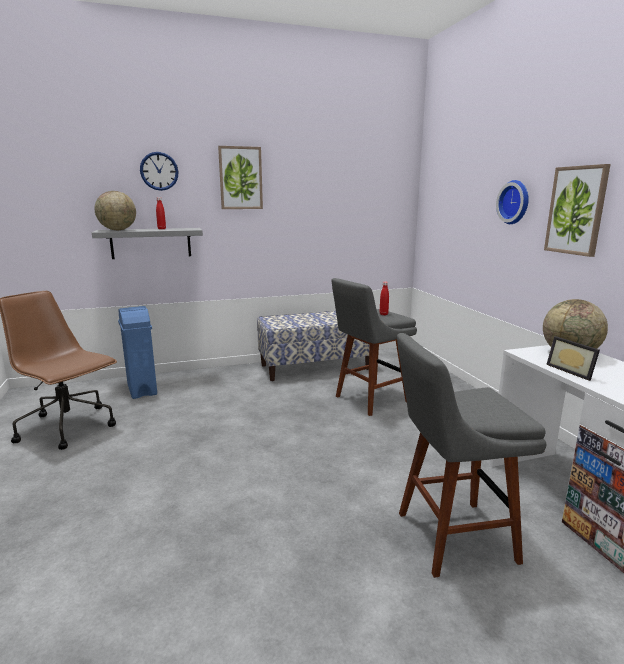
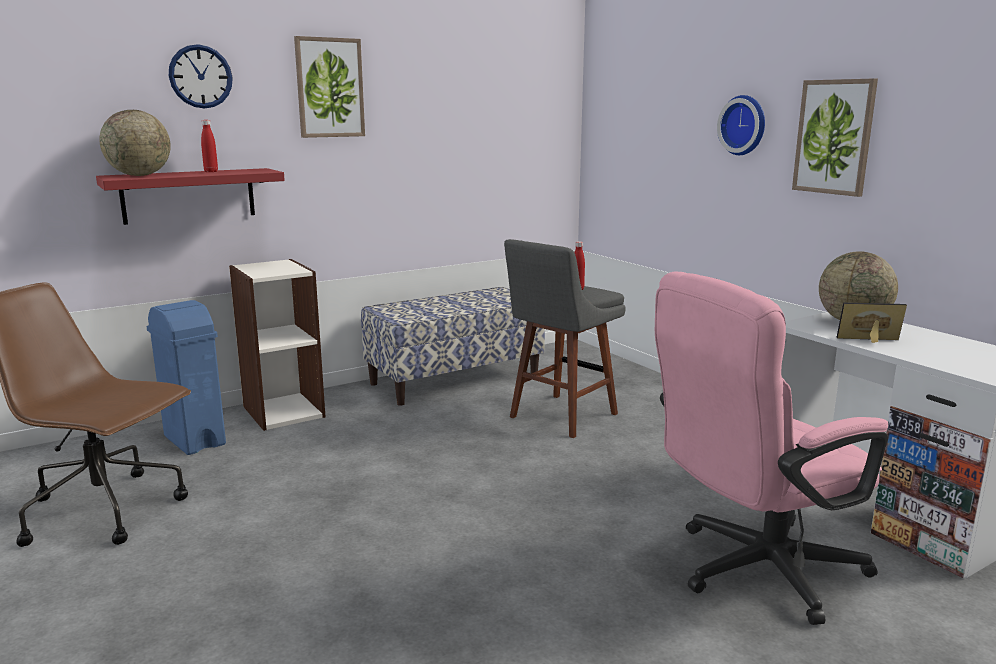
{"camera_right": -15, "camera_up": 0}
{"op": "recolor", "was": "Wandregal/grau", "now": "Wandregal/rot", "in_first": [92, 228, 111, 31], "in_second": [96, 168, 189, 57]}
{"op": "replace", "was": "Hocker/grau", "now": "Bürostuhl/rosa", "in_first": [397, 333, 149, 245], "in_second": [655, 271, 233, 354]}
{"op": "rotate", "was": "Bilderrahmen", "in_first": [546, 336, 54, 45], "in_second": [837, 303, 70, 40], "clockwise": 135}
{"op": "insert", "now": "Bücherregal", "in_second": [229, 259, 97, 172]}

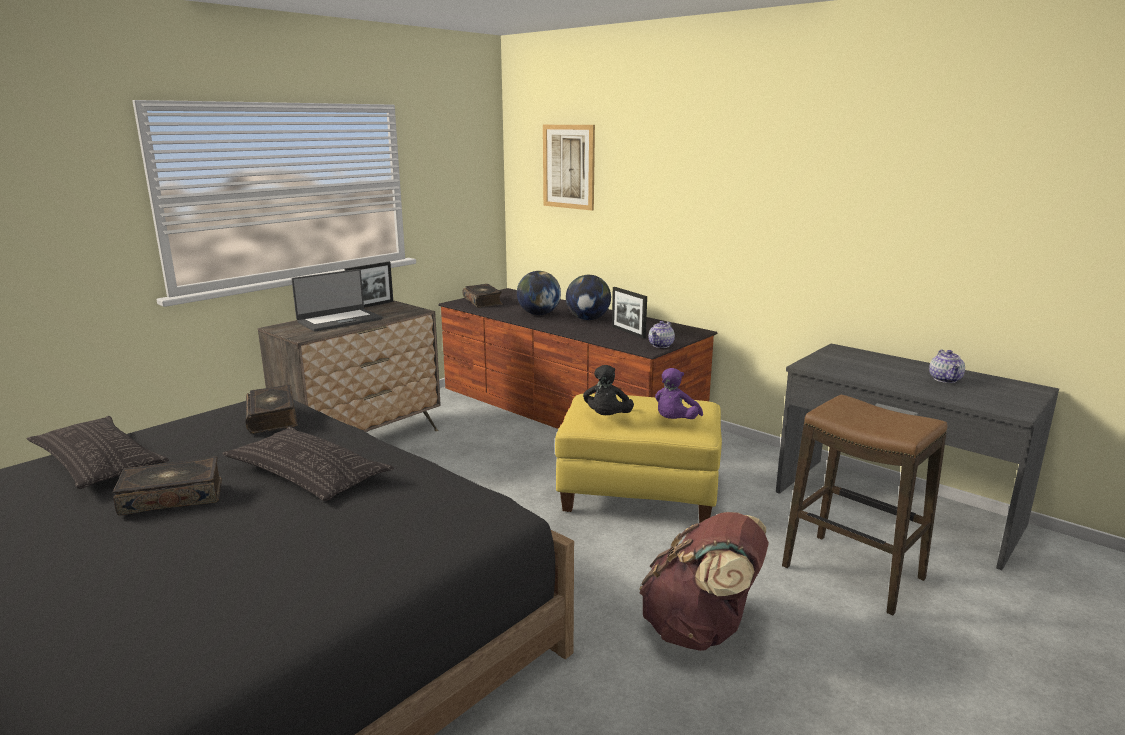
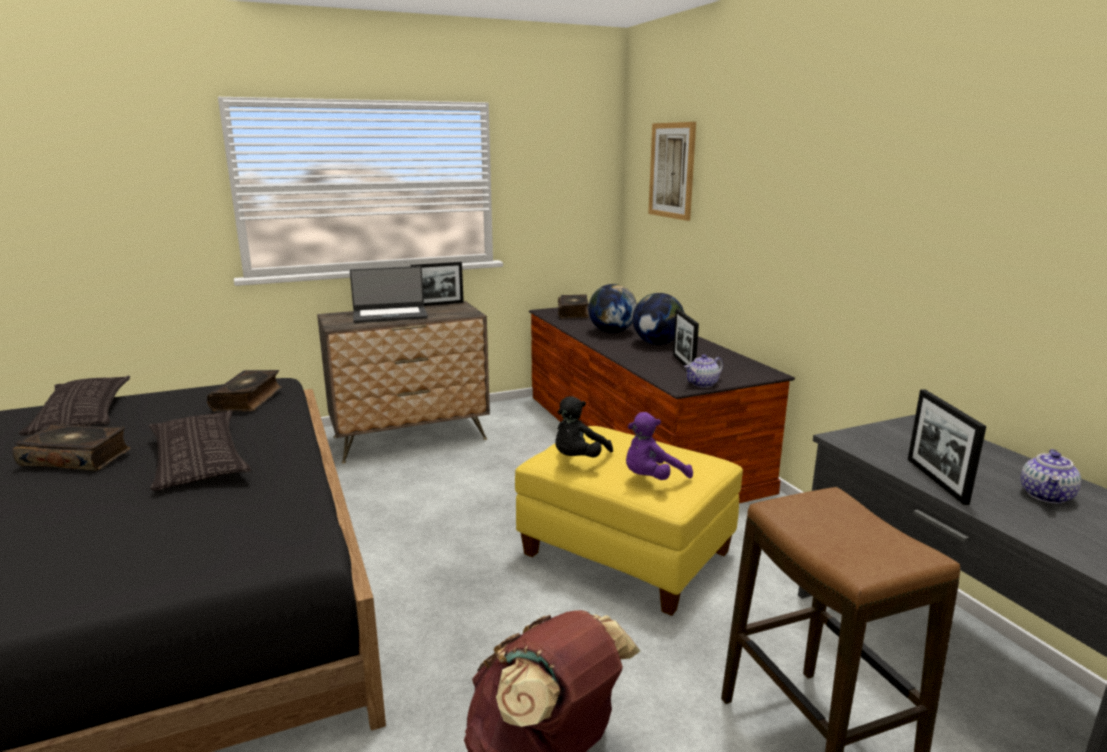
{"camera_right": 25, "camera_up": 0}
{"op": "insert", "now": "Bilderrahmen", "in_second": [908, 389, 78, 116]}

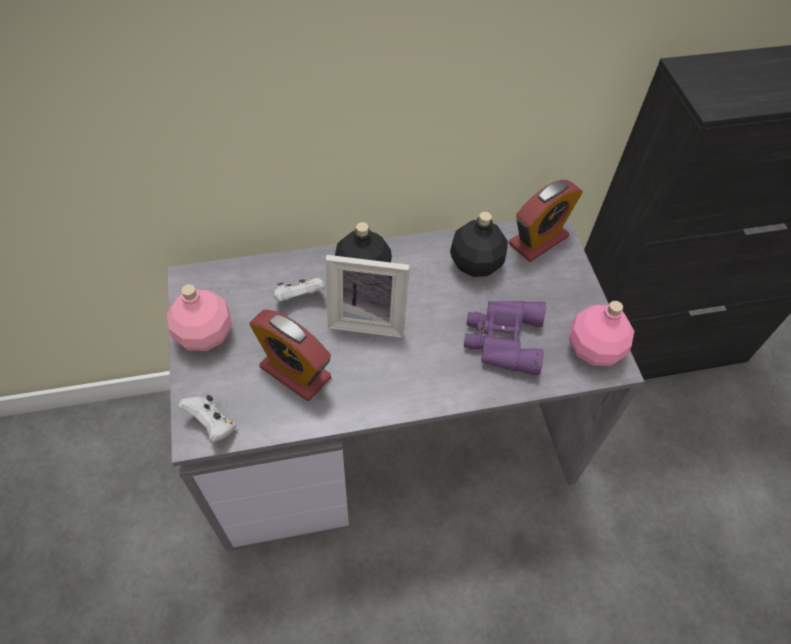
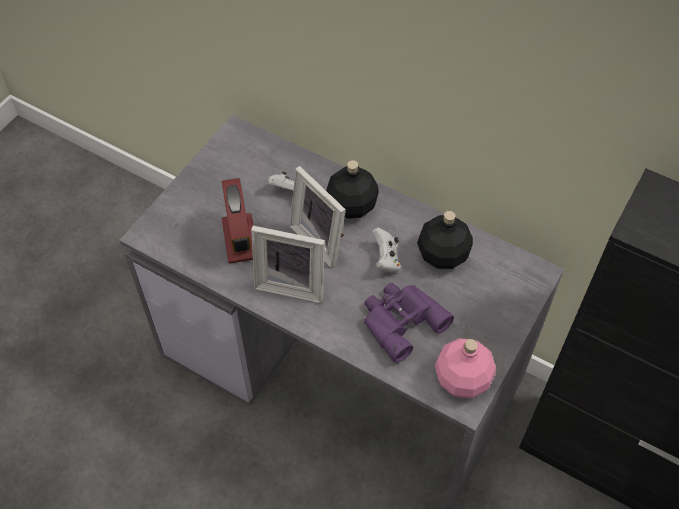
{"camera_right": 45, "camera_up": 0}
{"op": "delete", "was": "Wecker", "in_first": [509, 180, 74, 82]}
{"op": "delete", "was": "Flasche/rosa", "in_first": [167, 284, 65, 67]}
{"op": "move", "was": "Gamepad/weiß", "in_first": [178, 395, 58, 47], "in_second": [372, 228, 29, 45]}
{"op": "insert", "now": "Bilderrahmen", "in_second": [251, 226, 74, 77]}

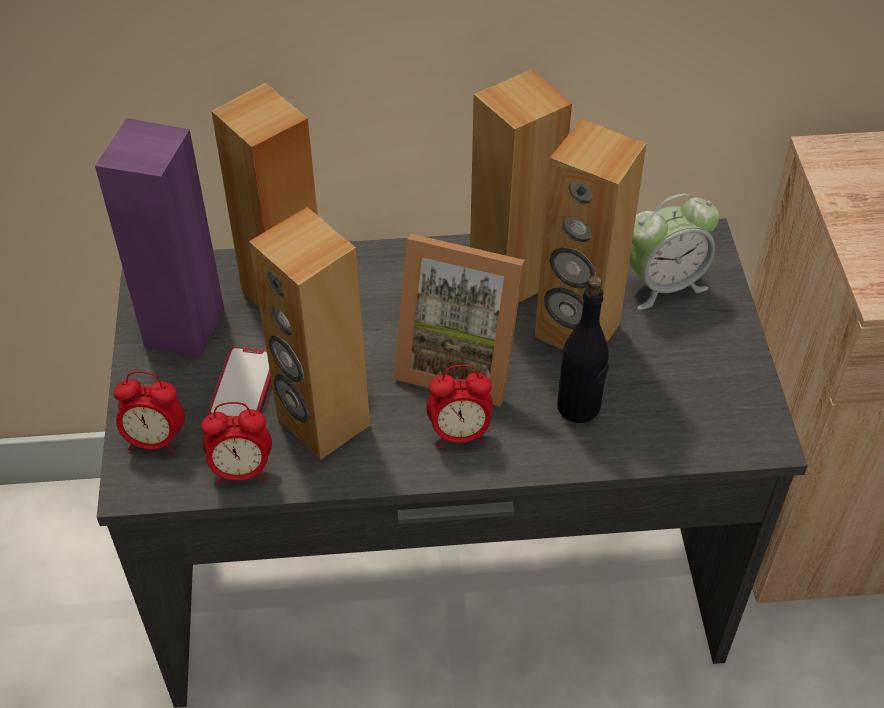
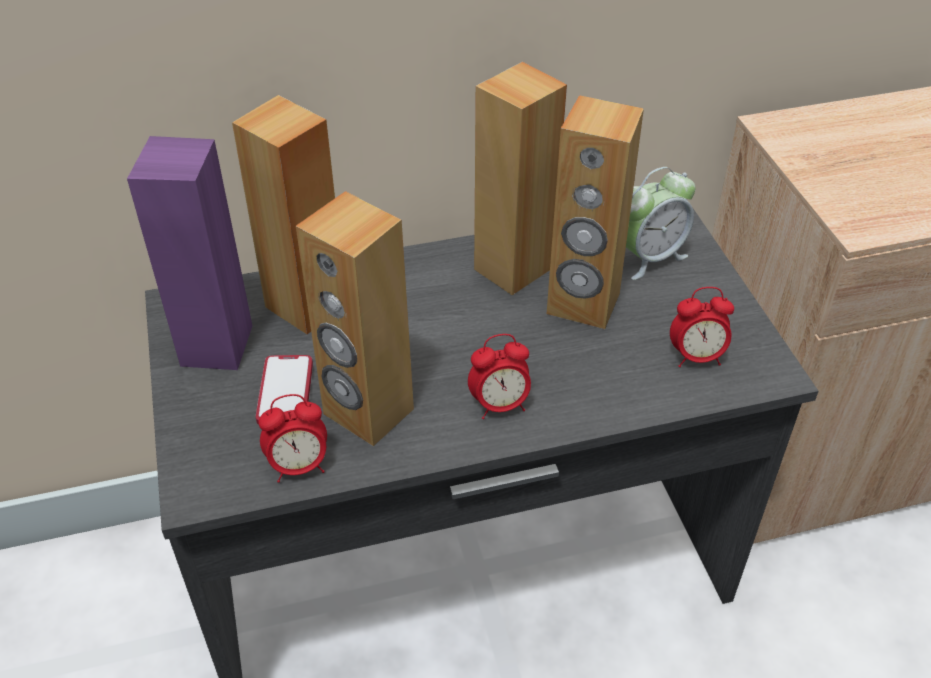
{"camera_right": -10, "camera_up": -5}
{"op": "delete", "was": "Bilderrahmen", "in_first": [394, 234, 131, 172]}
{"op": "delete", "was": "Flasche/schwarz", "in_first": [557, 276, 52, 147]}
{"op": "move", "was": "Wecker", "in_first": [114, 371, 71, 83], "in_second": [670, 287, 64, 80]}

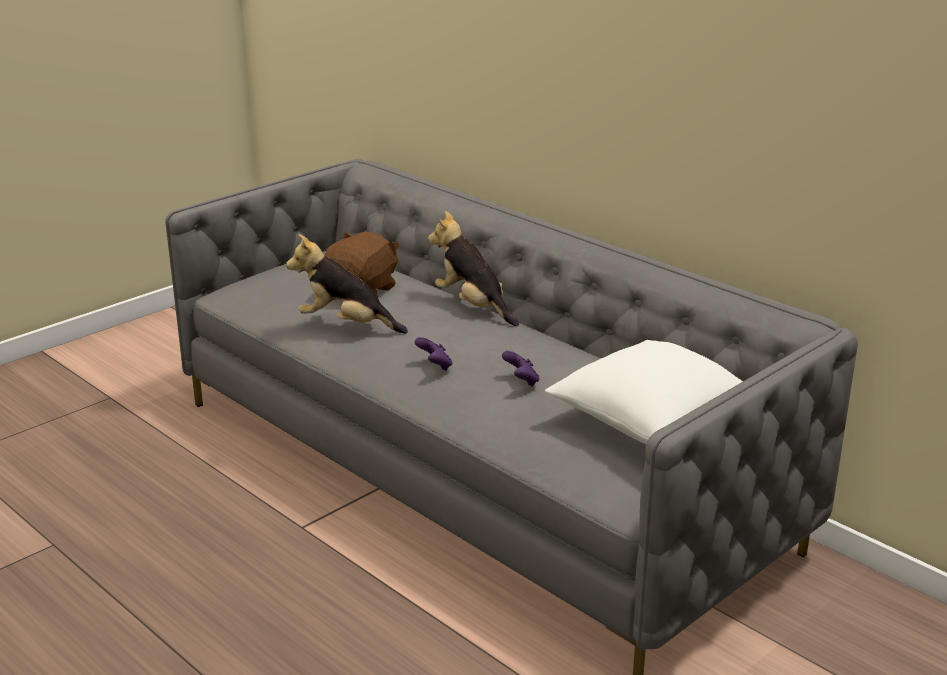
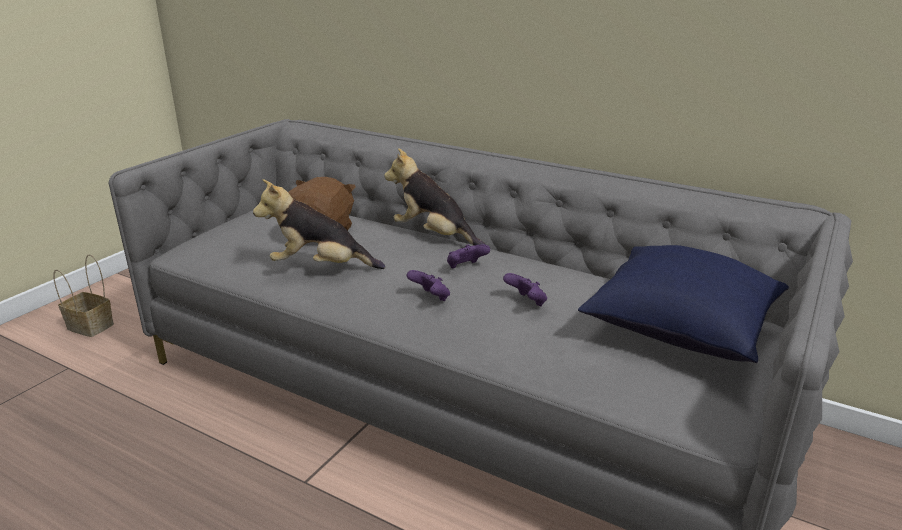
{"camera_right": -15, "camera_up": 0}
{"op": "recolor", "was": "Kissen/weiß", "now": "Kissen/blau", "in_first": [545, 340, 198, 104], "in_second": [578, 245, 211, 118]}
{"op": "insert", "now": "Gamepad/lila", "in_second": [447, 244, 43, 24]}
{"op": "insert", "now": "Korb", "in_second": [53, 254, 61, 83]}

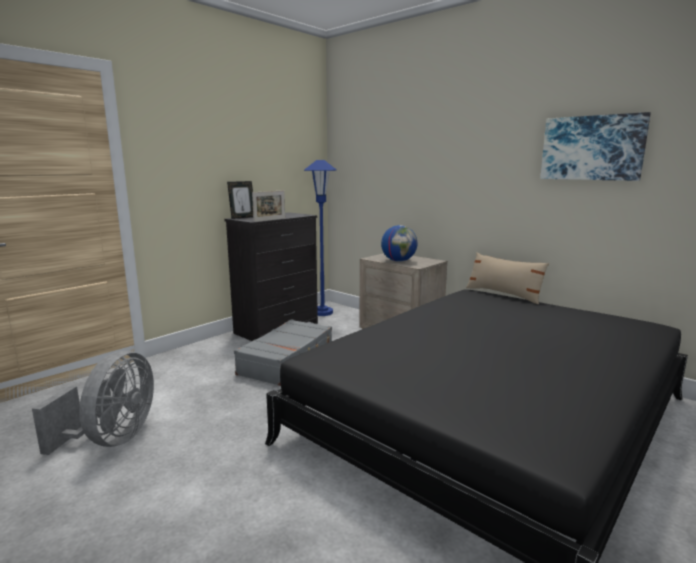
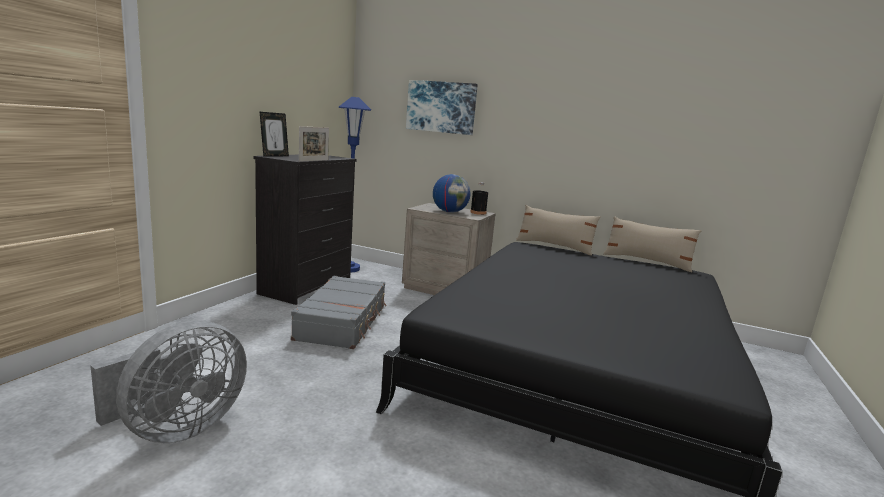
{"camera_right": -20, "camera_up": 0}
{"op": "move", "was": "Bild", "in_first": [540, 112, 111, 69], "in_second": [406, 80, 72, 55]}
{"op": "rotate", "was": "Ventilator/grau", "in_first": [32, 351, 122, 104], "in_second": [90, 320, 157, 123], "clockwise": 45}
{"op": "insert", "now": "Flasche/schwarz", "in_second": [470, 182, 18, 33]}
{"op": "insert", "now": "Kissen/beige", "in_second": [603, 216, 99, 56]}

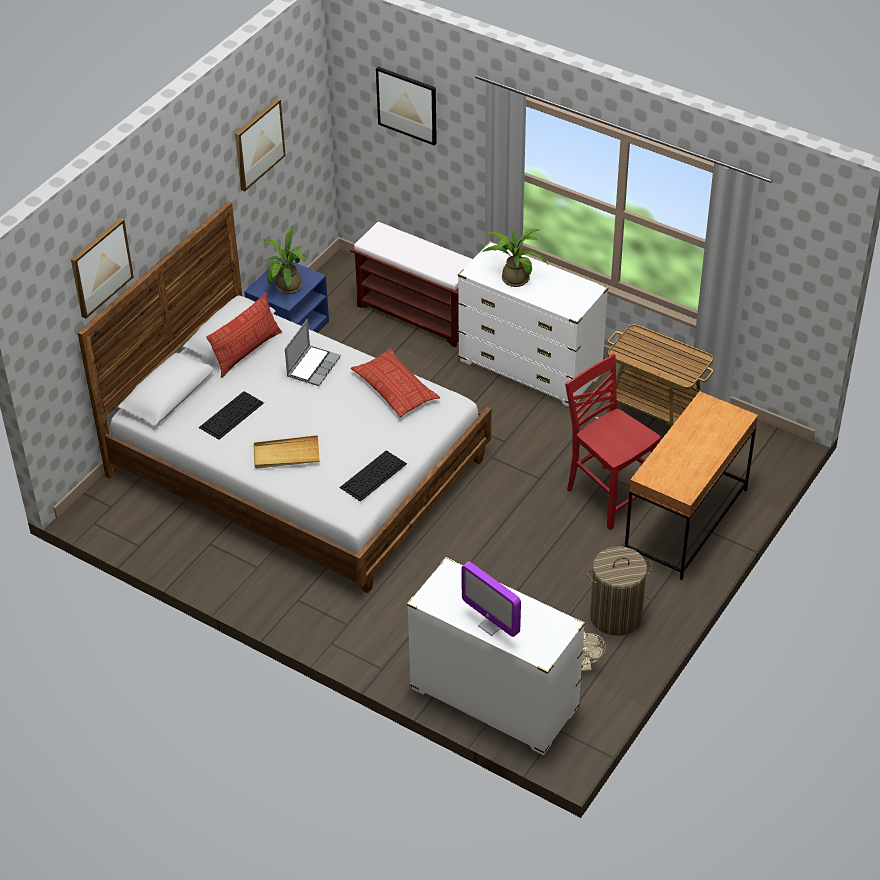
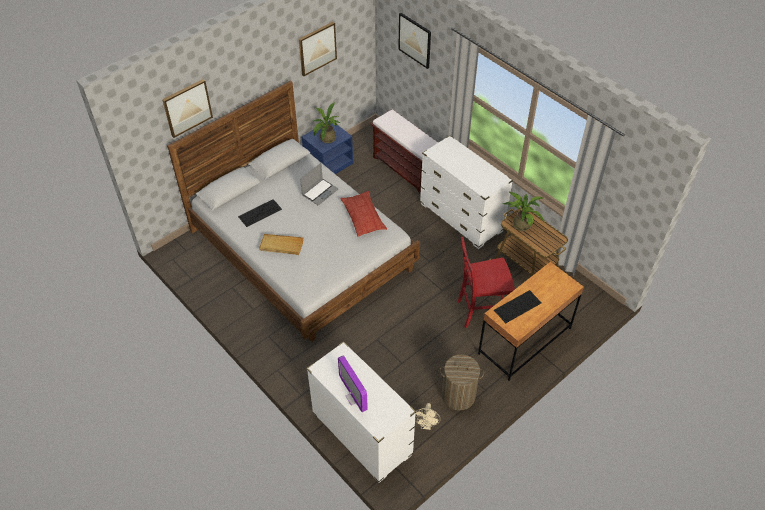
{"camera_right": 15, "camera_up": 5}
{"op": "move", "was": "Topfpflanze", "in_first": [482, 229, 66, 58], "in_second": [503, 191, 41, 40]}
{"op": "delete", "was": "Kissen", "in_first": [206, 292, 76, 85]}
{"op": "rotate", "was": "Stuhl/rot", "in_first": [565, 354, 96, 176], "in_second": [458, 237, 57, 91], "clockwise": -75}
{"op": "move", "was": "Tastatur", "in_first": [340, 450, 67, 52], "in_second": [494, 290, 48, 33]}

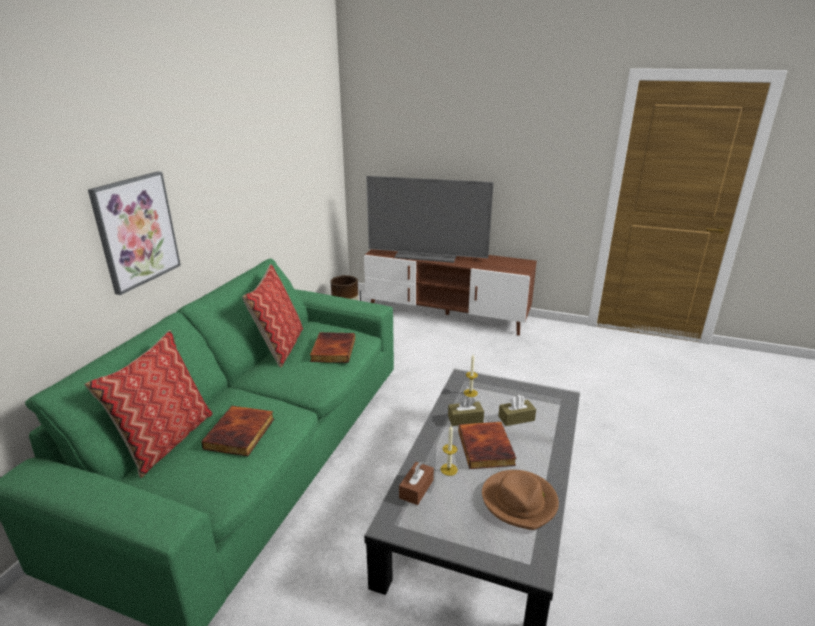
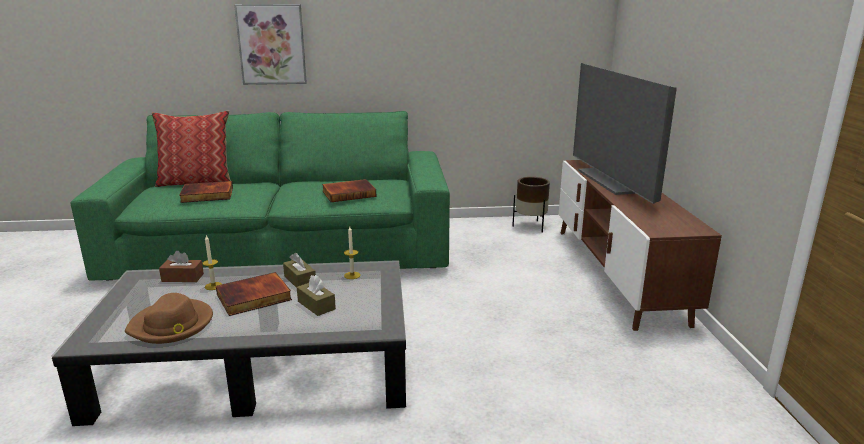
{"camera_right": 65, "camera_up": -5}
{"op": "delete", "was": "Kissen", "in_first": [242, 264, 61, 103]}

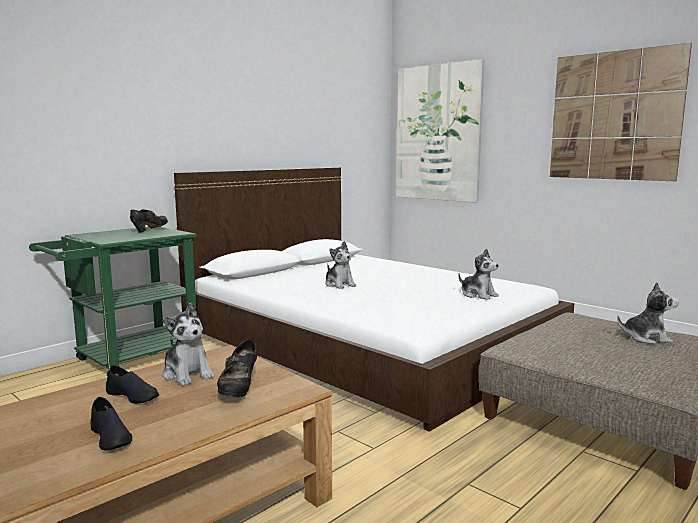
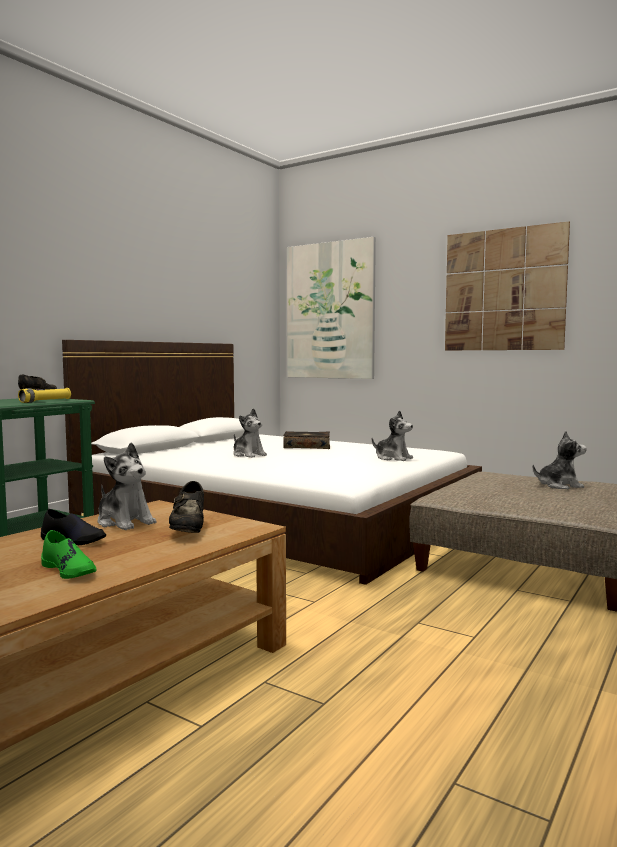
{"camera_right": -10, "camera_up": -5}
{"op": "recolor", "was": "Schuh/schwarz", "now": "Schuh/grün", "in_first": [90, 397, 42, 53], "in_second": [41, 530, 56, 49]}
{"op": "insert", "now": "Taschenlampe/gelb", "in_second": [18, 388, 53, 15]}
{"op": "insert", "now": "Buch", "in_second": [283, 431, 47, 18]}

